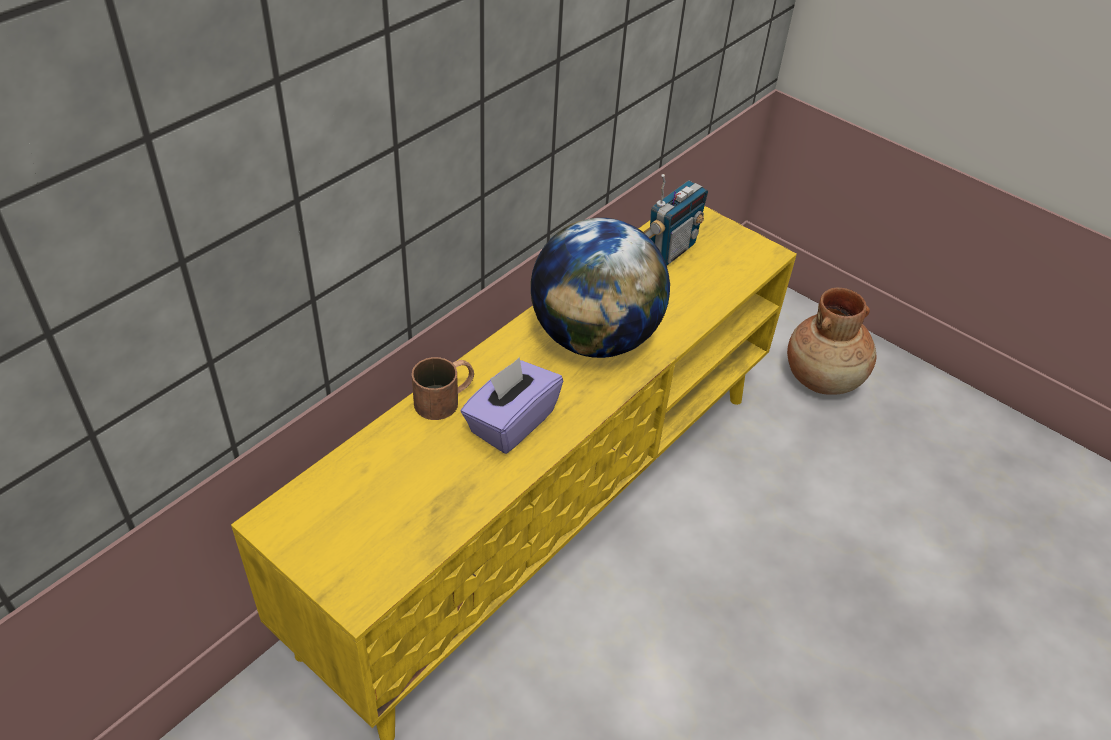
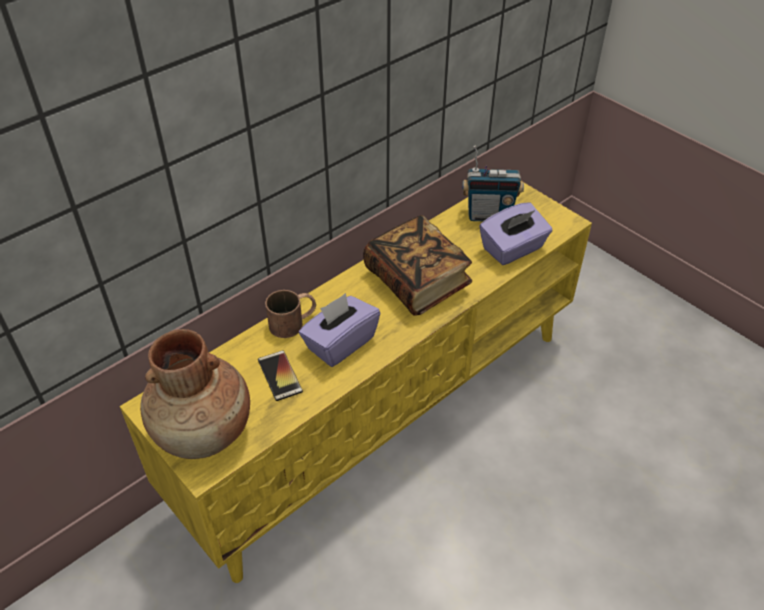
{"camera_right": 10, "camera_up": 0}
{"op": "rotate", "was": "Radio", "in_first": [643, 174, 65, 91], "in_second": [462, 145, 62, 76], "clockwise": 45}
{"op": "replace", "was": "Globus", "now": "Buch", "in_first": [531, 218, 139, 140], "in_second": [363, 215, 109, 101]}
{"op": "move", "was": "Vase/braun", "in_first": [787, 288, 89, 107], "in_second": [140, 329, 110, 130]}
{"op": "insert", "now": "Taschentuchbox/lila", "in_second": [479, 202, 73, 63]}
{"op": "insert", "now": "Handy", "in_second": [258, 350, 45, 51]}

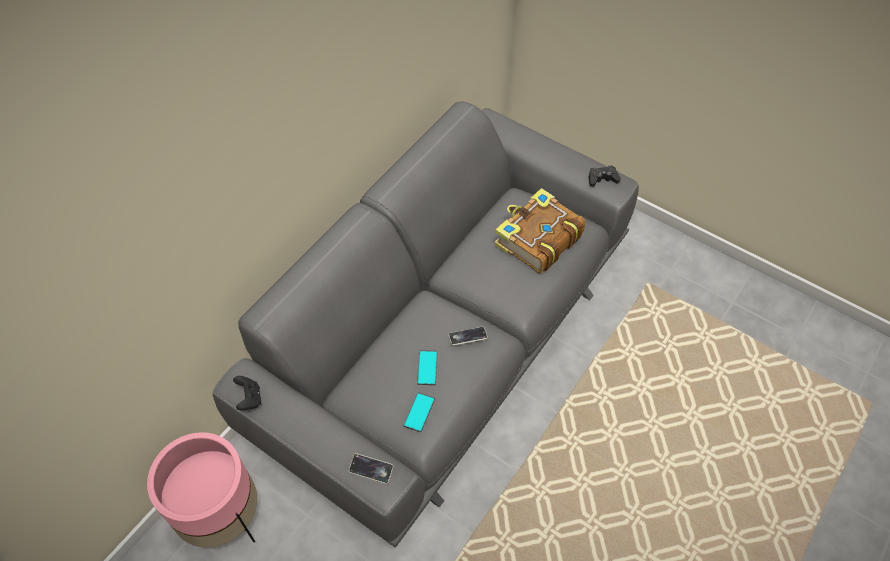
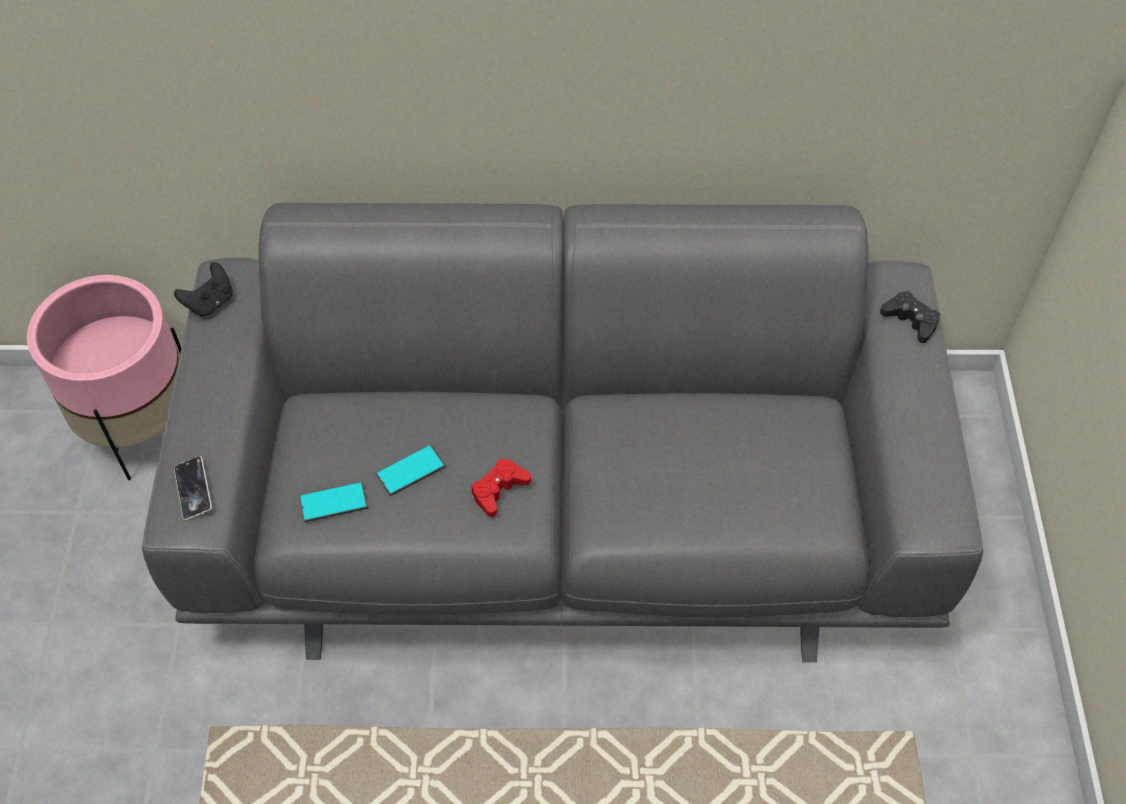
{"camera_right": 55, "camera_up": 0}
{"op": "move", "was": "Gamepad/schwarz", "in_first": [588, 165, 33, 22], "in_second": [880, 291, 60, 52]}
{"op": "delete", "was": "Buch", "in_first": [494, 188, 92, 86]}
{"op": "replace", "was": "Handy", "now": "Gamepad/rot", "in_first": [449, 327, 39, 19], "in_second": [471, 459, 60, 58]}

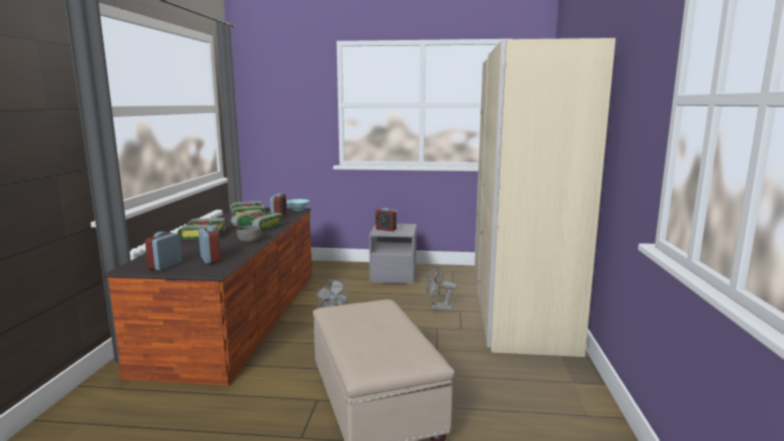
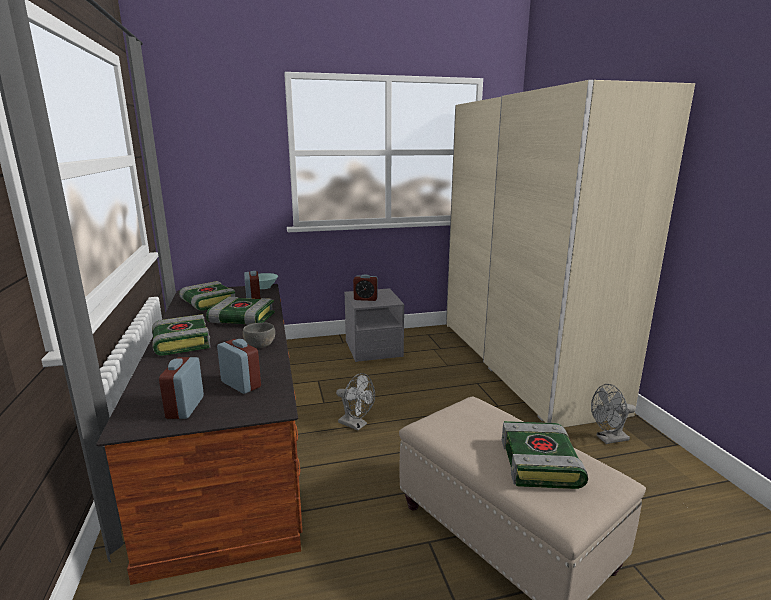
{"camera_right": -20, "camera_up": 5}
{"op": "move", "was": "Ventilator/grau", "in_first": [426, 266, 31, 44], "in_second": [591, 384, 45, 60]}
{"op": "insert", "now": "Buch", "in_second": [502, 421, 86, 68]}

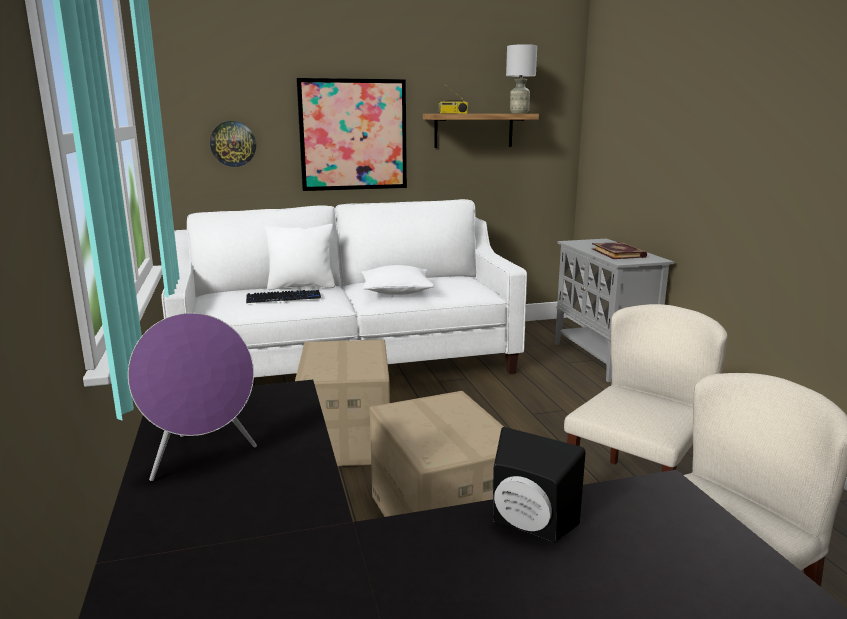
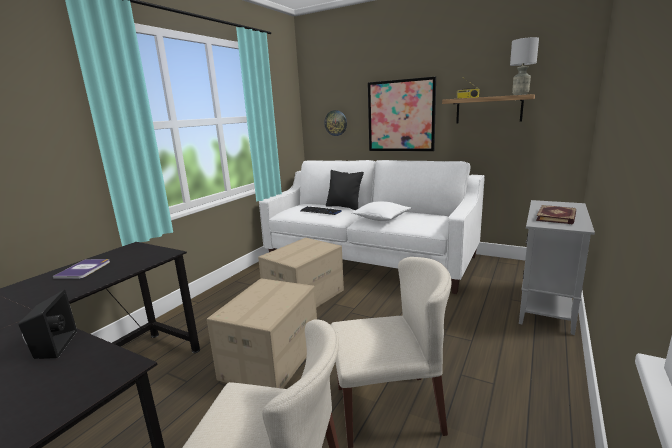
{"camera_right": 45, "camera_up": 0}
{"op": "recolor", "was": "Kissen/weiß", "now": "Kissen/schwarz", "in_first": [265, 224, 70, 66], "in_second": [326, 170, 38, 40]}
{"op": "replace", "was": "Lautsprecher/lila", "now": "Buch", "in_first": [128, 313, 129, 168], "in_second": [53, 259, 57, 20]}

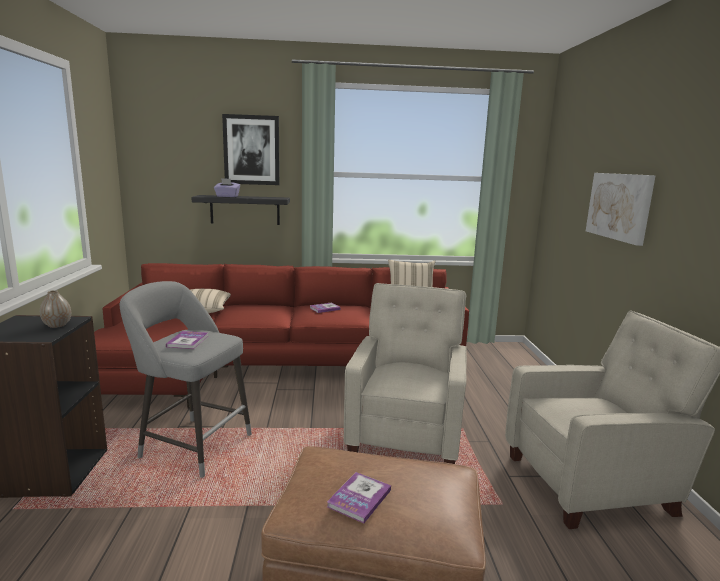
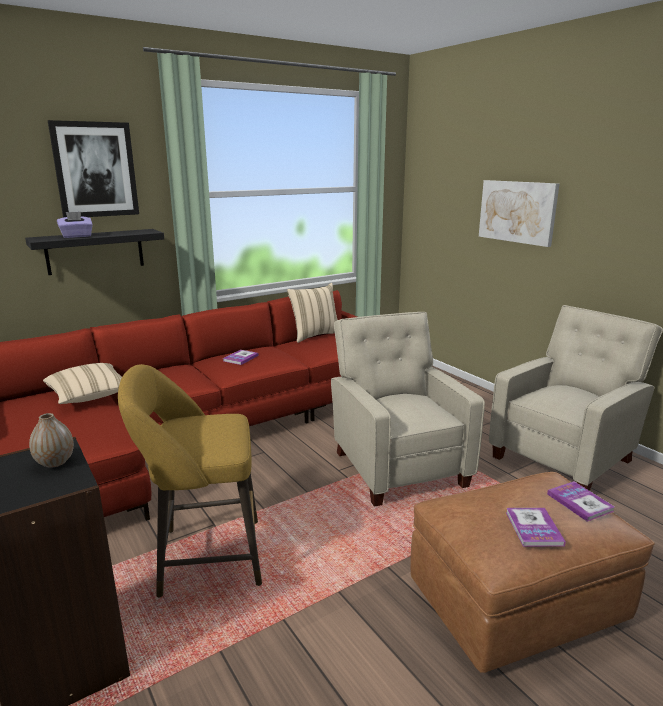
{"camera_right": -30, "camera_up": 5}
{"op": "recolor", "was": "Hocker/grau", "now": "Hocker/gelb", "in_first": [120, 281, 132, 197], "in_second": [118, 364, 144, 234]}
{"op": "move", "was": "Buch", "in_first": [166, 331, 42, 18], "in_second": [547, 481, 68, 41]}

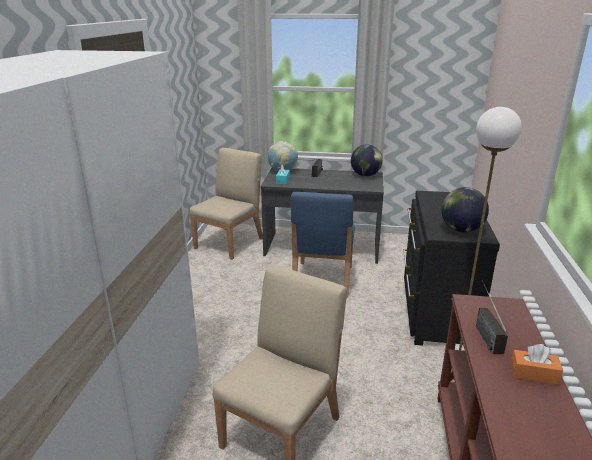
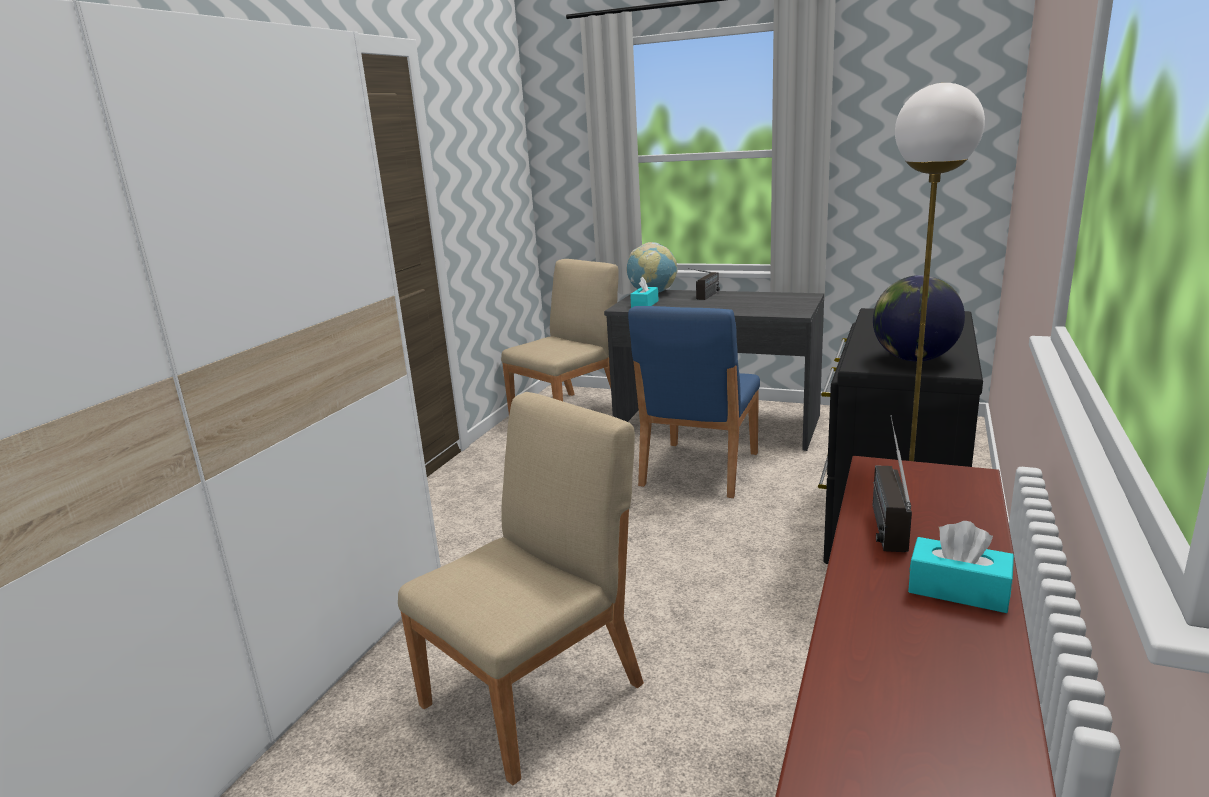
{"camera_right": 15, "camera_up": -5}
{"op": "delete", "was": "Globus", "in_first": [351, 144, 32, 33]}
{"op": "recolor", "was": "Taschentuchbox/orange", "now": "Taschentuchbox/türkis", "in_first": [511, 344, 52, 41], "in_second": [908, 521, 106, 92]}

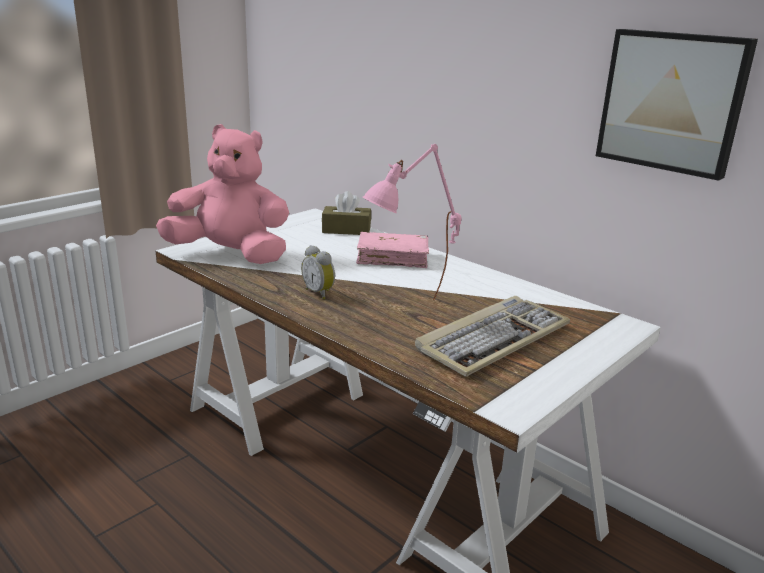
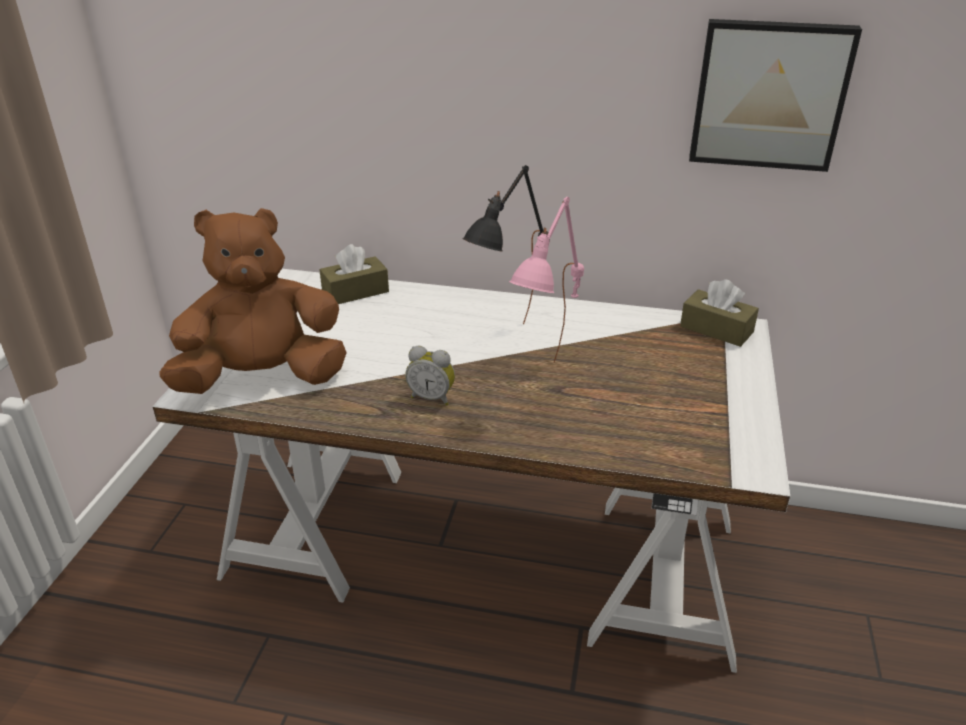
{"camera_right": -30, "camera_up": 10}
{"op": "recolor", "was": "Plüschtier/rosa", "now": "Plüschtier/braun", "in_first": [156, 124, 133, 140], "in_second": [160, 208, 187, 186]}
{"op": "delete", "was": "Buch/rosa", "in_first": [356, 232, 73, 36]}
{"op": "delete", "was": "Tastatur", "in_first": [415, 296, 155, 81]}
{"op": "insert", "now": "Tischlampe/schwarz", "in_second": [462, 165, 88, 159]}
{"op": "insert", "now": "Taschentuchbox/braun", "in_second": [680, 279, 79, 68]}

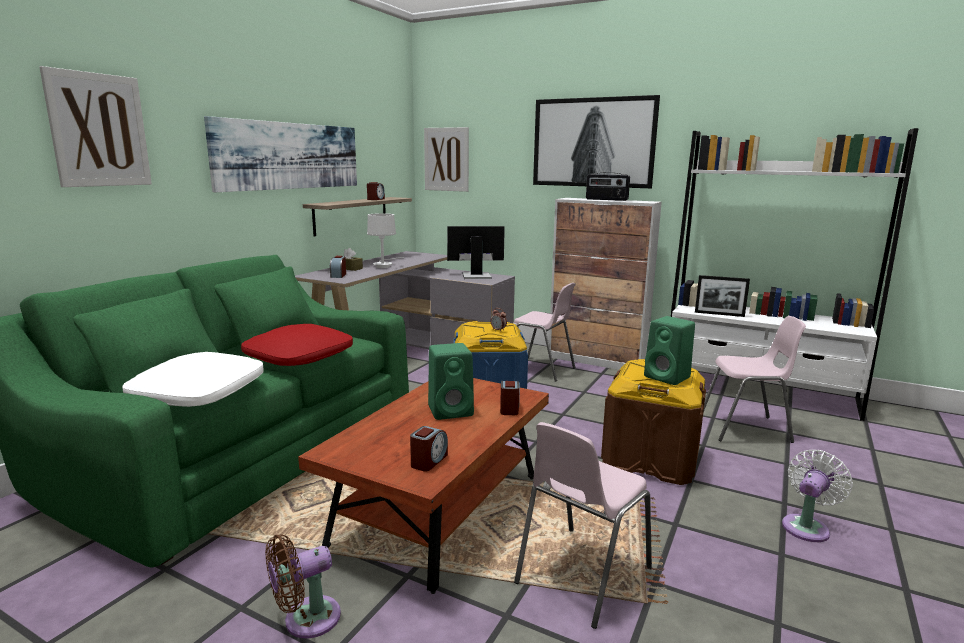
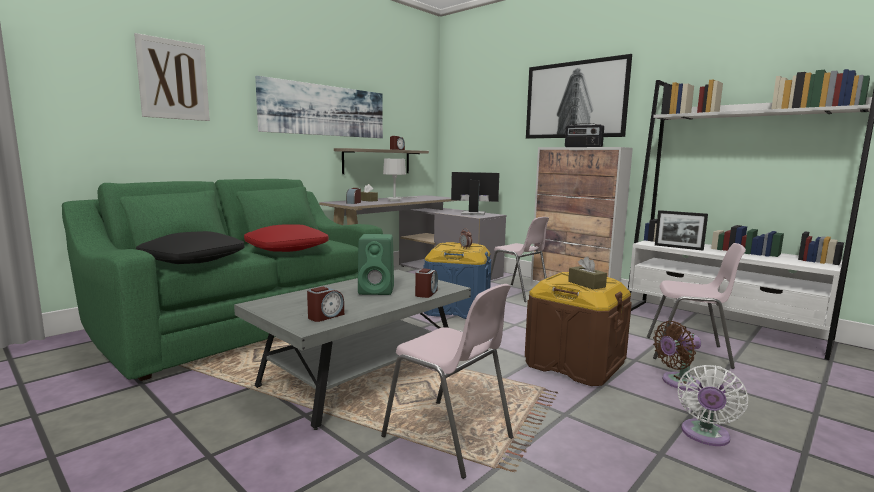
{"camera_right": 15, "camera_up": -5}
{"op": "delete", "was": "Bild", "in_first": [424, 127, 45, 65]}
{"op": "replace", "was": "Lautsprecher/grün", "now": "Taschentuchbox/braun", "in_first": [644, 316, 51, 69], "in_second": [568, 256, 39, 34]}
{"op": "recolor", "was": "Kissen/weiß", "now": "Kissen/schwarz", "in_first": [122, 352, 142, 55], "in_second": [136, 231, 108, 33]}
{"op": "recolor", "was": "Couchtisch/braun", "now": "Couchtisch/grau", "in_first": [298, 378, 251, 216], "in_second": [234, 270, 237, 160]}
{"op": "rotate", "was": "Stuhl/rosa", "in_first": [514, 422, 138, 207], "in_second": [381, 284, 132, 195], "clockwise": -105}
{"op": "rotate", "was": "Ventilator/weiß", "in_first": [782, 450, 71, 92], "in_second": [678, 365, 70, 81], "clockwise": 150}
{"op": "move", "was": "Ventilator/braun", "in_first": [265, 534, 76, 104], "in_second": [653, 321, 48, 69]}

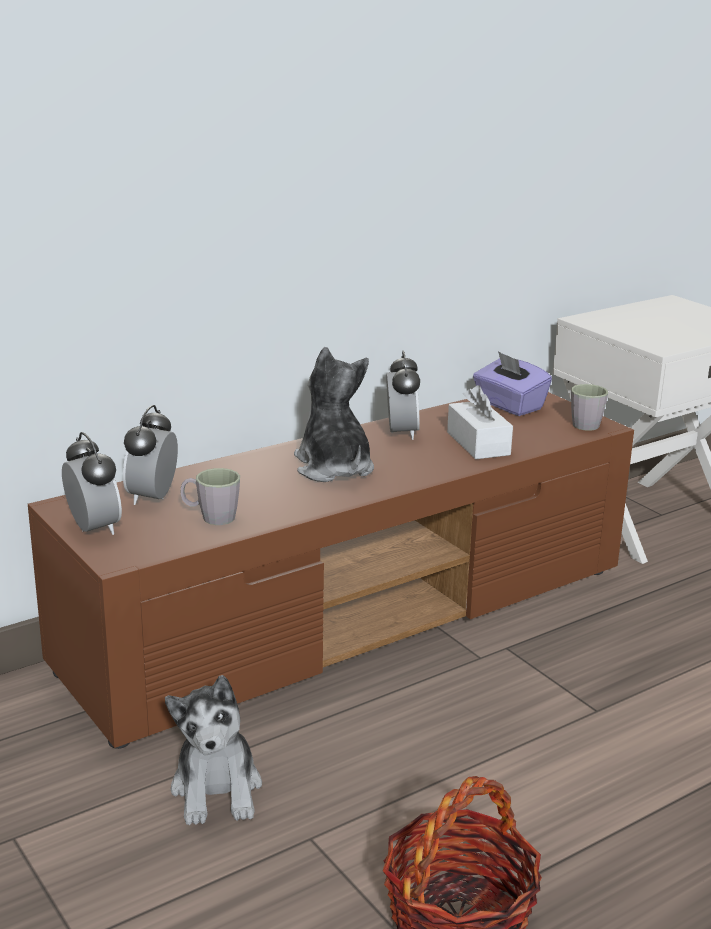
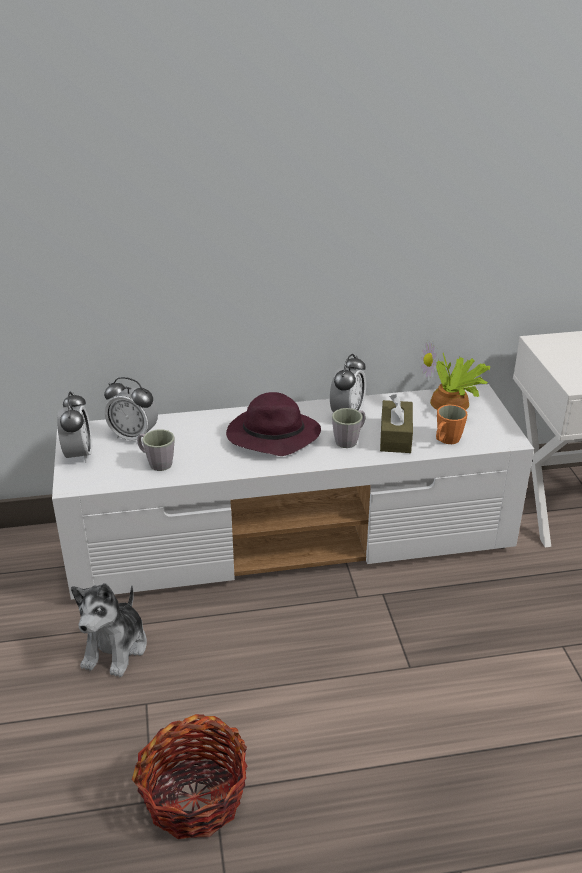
{"camera_right": 25, "camera_up": 10}
{"op": "replace", "was": "Plüschtier", "now": "Hut/lila", "in_first": [294, 347, 80, 135], "in_second": [226, 392, 95, 64]}
{"op": "replace", "was": "Taschentuchbox/lila", "now": "Topfpflanze", "in_first": [473, 351, 79, 65], "in_second": [421, 340, 70, 70]}
{"op": "move", "was": "Henkelbecher/grau", "in_first": [571, 384, 37, 47], "in_second": [332, 408, 33, 40]}
{"op": "recolor", "was": "Taschentuchbox/weiß", "now": "Taschentuchbox/braun", "in_first": [447, 385, 66, 74], "in_second": [380, 394, 33, 59]}
{"op": "recolor", "was": "Fernsehschrank/braun", "now": "Fernsehschrank/weiß", "in_first": [28, 392, 606, 357], "in_second": [52, 384, 482, 216]}
{"op": "rotate", "was": "Wecker", "in_first": [123, 405, 55, 100], "in_second": [104, 377, 54, 67], "clockwise": -105}
{"op": "insert", "now": "Henkelbecher/orange", "in_second": [436, 405, 32, 39]}

